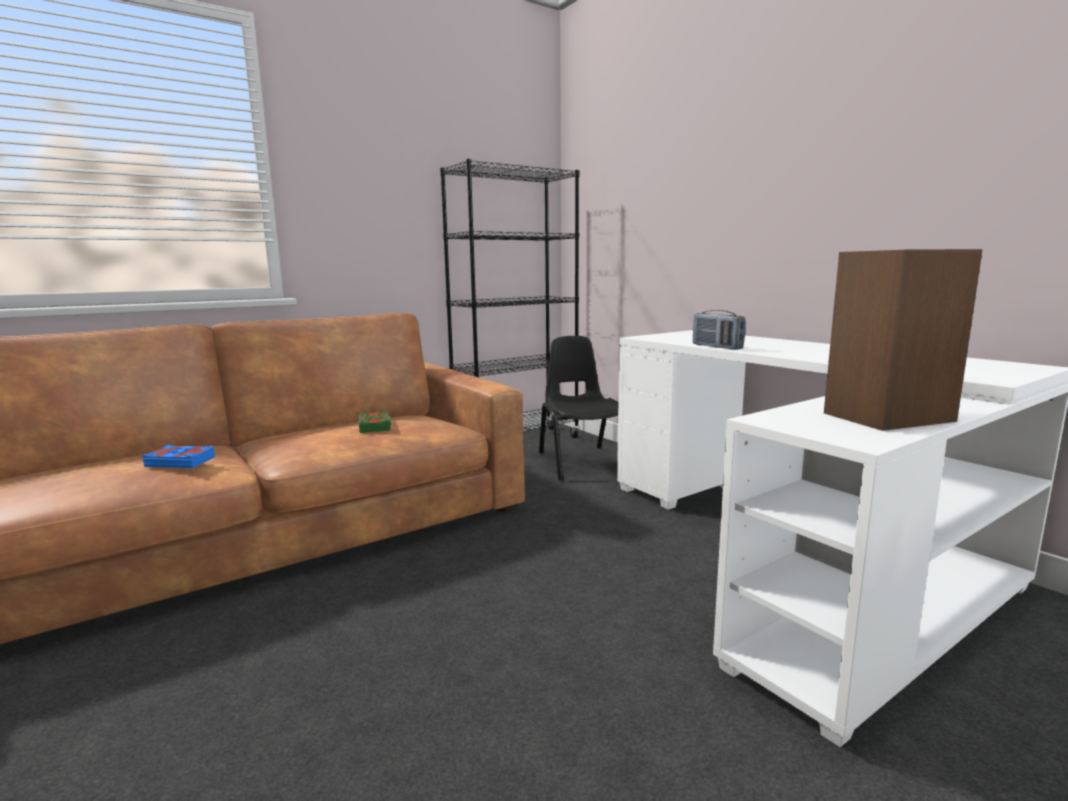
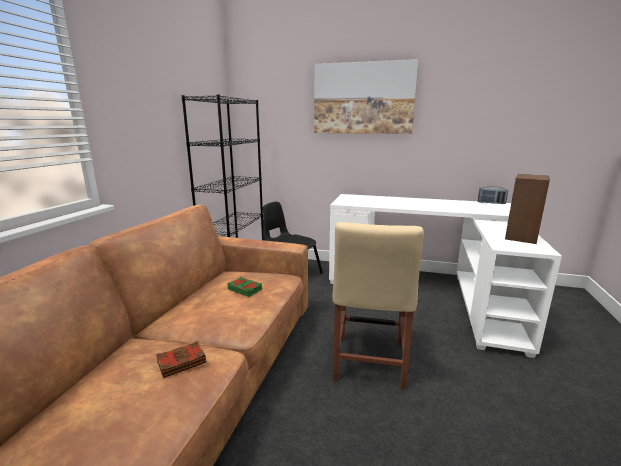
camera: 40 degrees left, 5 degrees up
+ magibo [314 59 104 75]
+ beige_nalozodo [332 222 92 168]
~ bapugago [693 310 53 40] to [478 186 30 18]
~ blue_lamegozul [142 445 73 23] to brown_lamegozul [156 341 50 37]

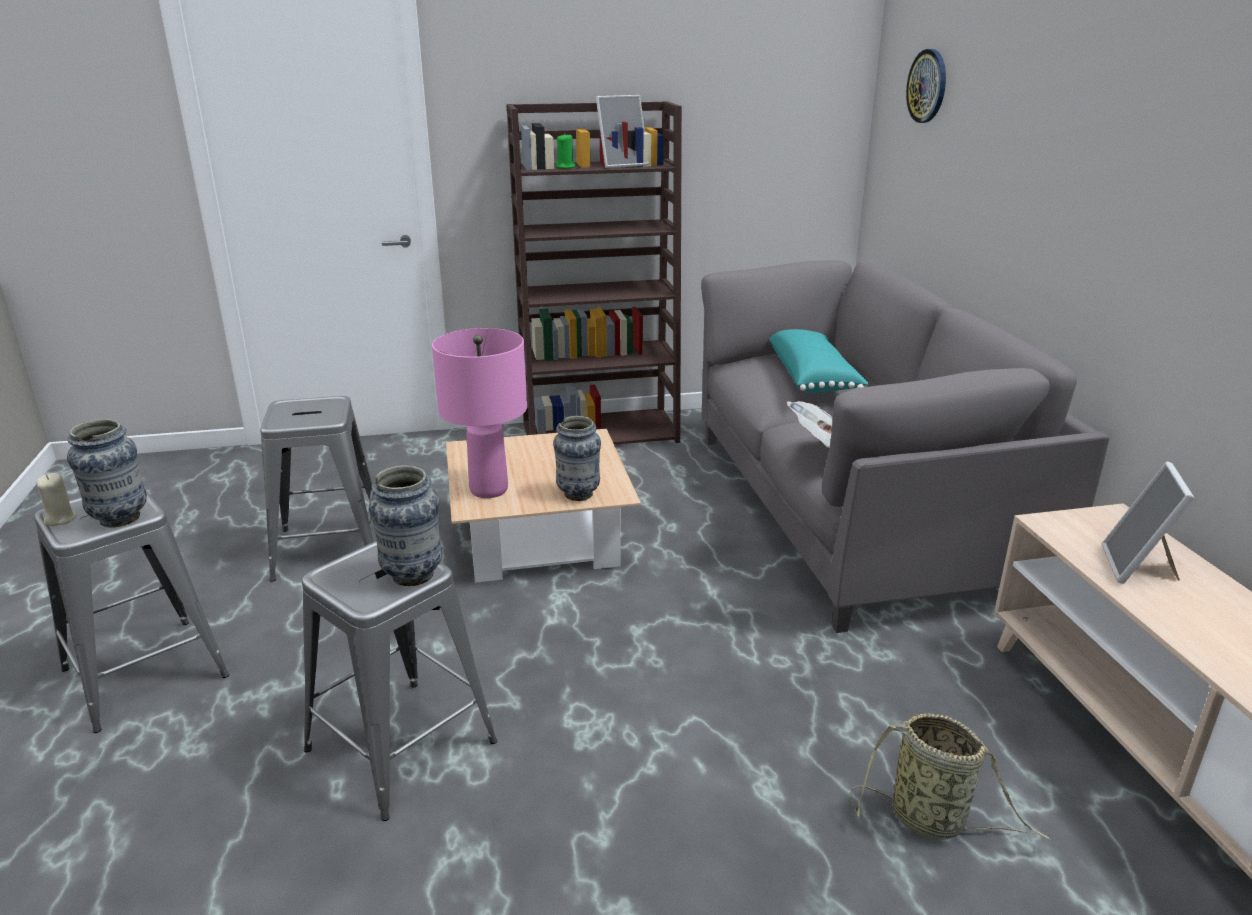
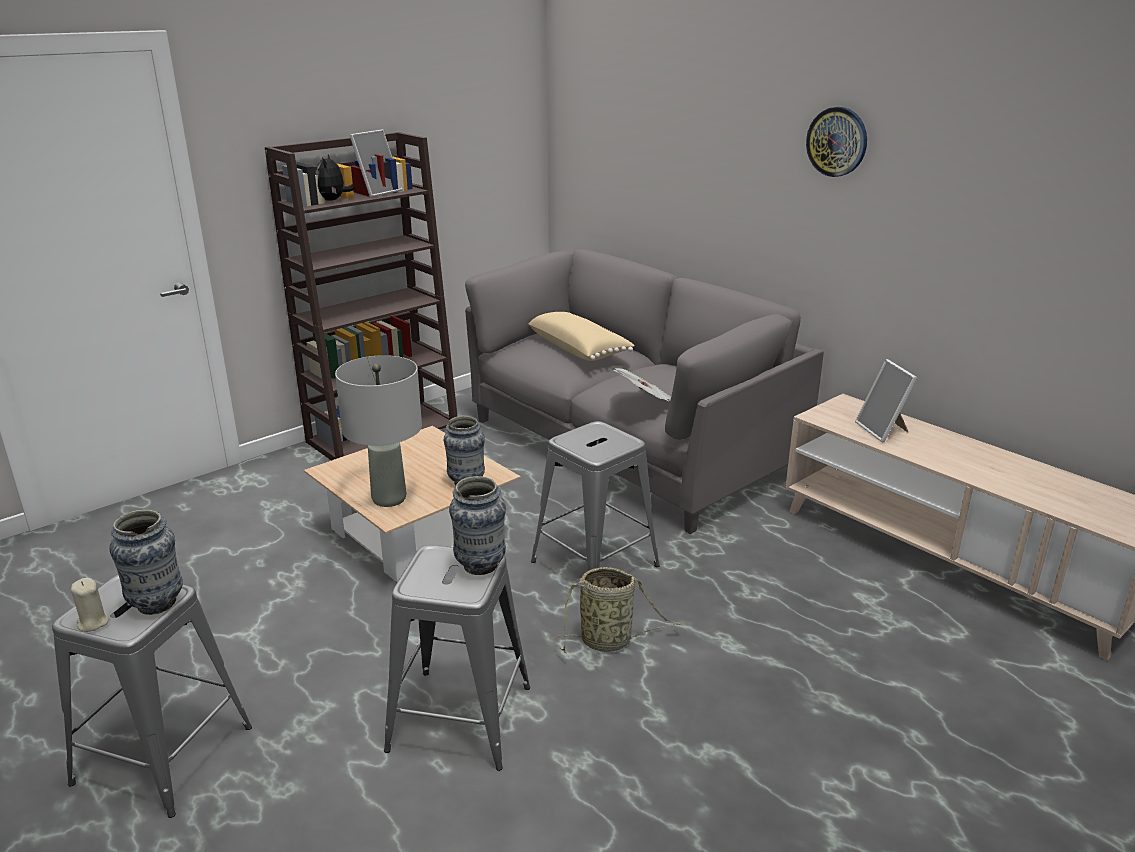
camera: 30 degrees left, 0 degrees up
~ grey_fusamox [260 396 114 186] to [531 421 129 150]
~ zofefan [850 713 201 127] to [554 567 128 86]
~ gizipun [906 49 40 74] to [806 107 61 70]
~ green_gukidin [555 133 20 35] to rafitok [315 154 40 47]
~ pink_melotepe [432 328 95 170] to grey_melotepe [335 355 87 152]
~ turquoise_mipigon [769 329 100 64] to beige_mipigon [528 312 107 49]

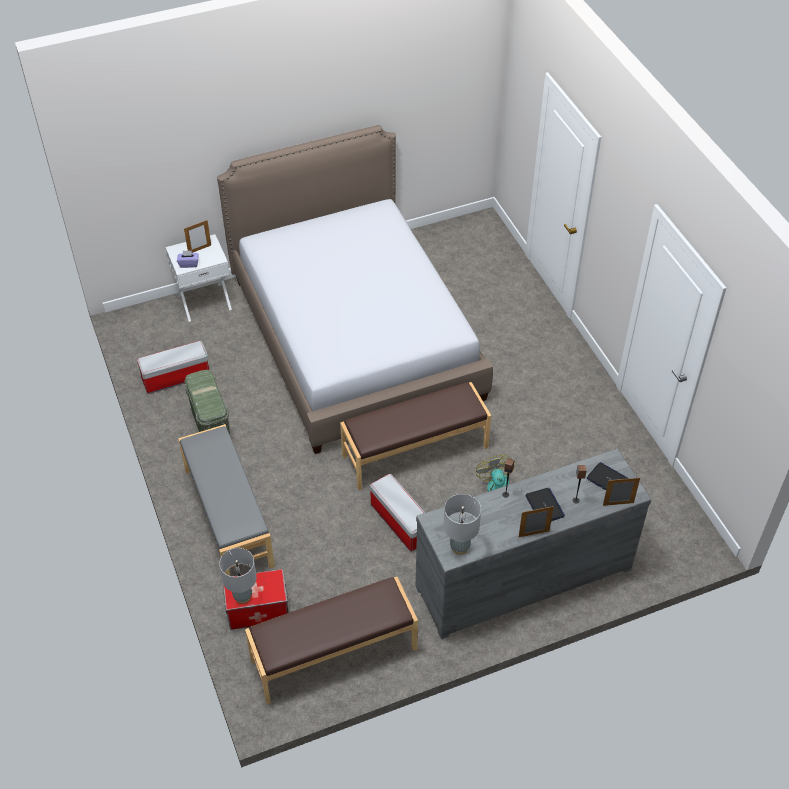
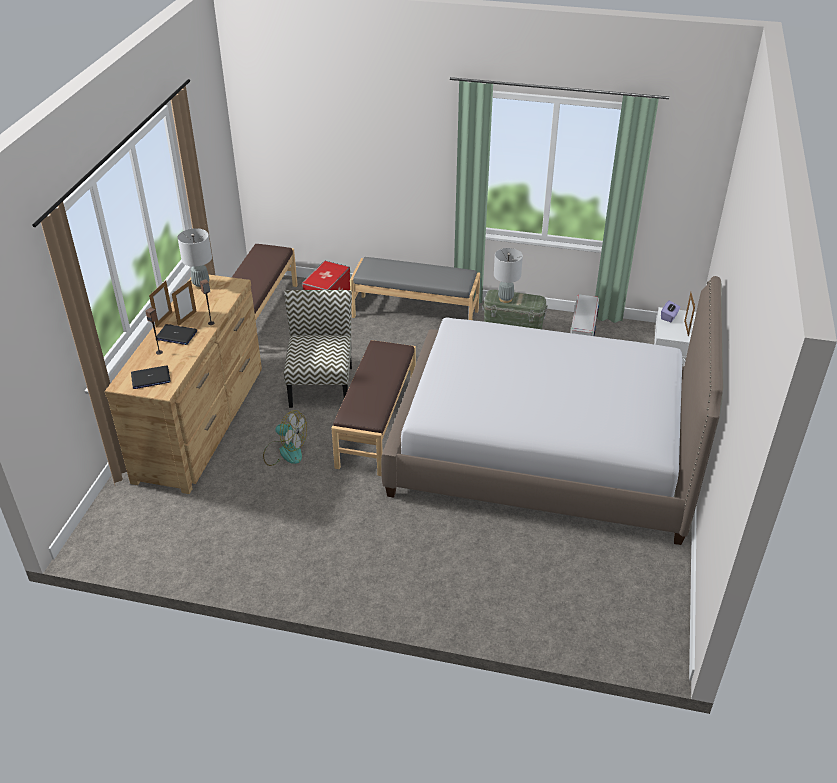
camera: 125 degrees right, 10 degrees down
~ grey_melotepe [219 548 38 56] to [494 248 29 55]
~ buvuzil [603 478 37 28] to [172 280 25 46]
~ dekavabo [370 474 55 78] to nalozodo [284 290 68 118]
~ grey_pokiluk [416 449 236 190] to brown_pokiluk [105 274 157 220]

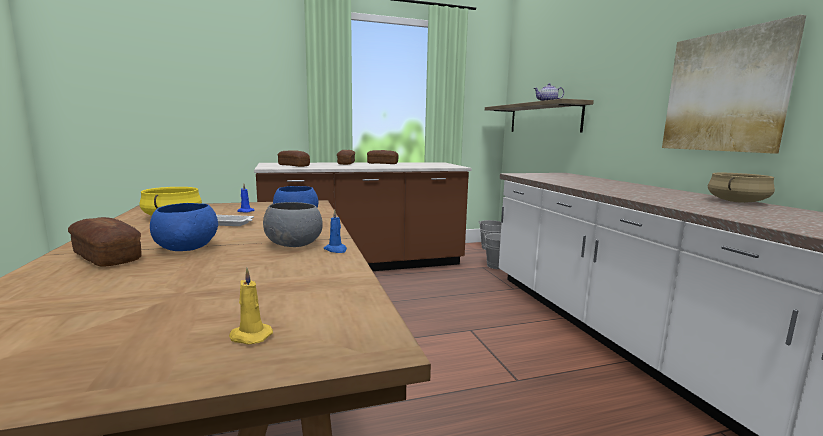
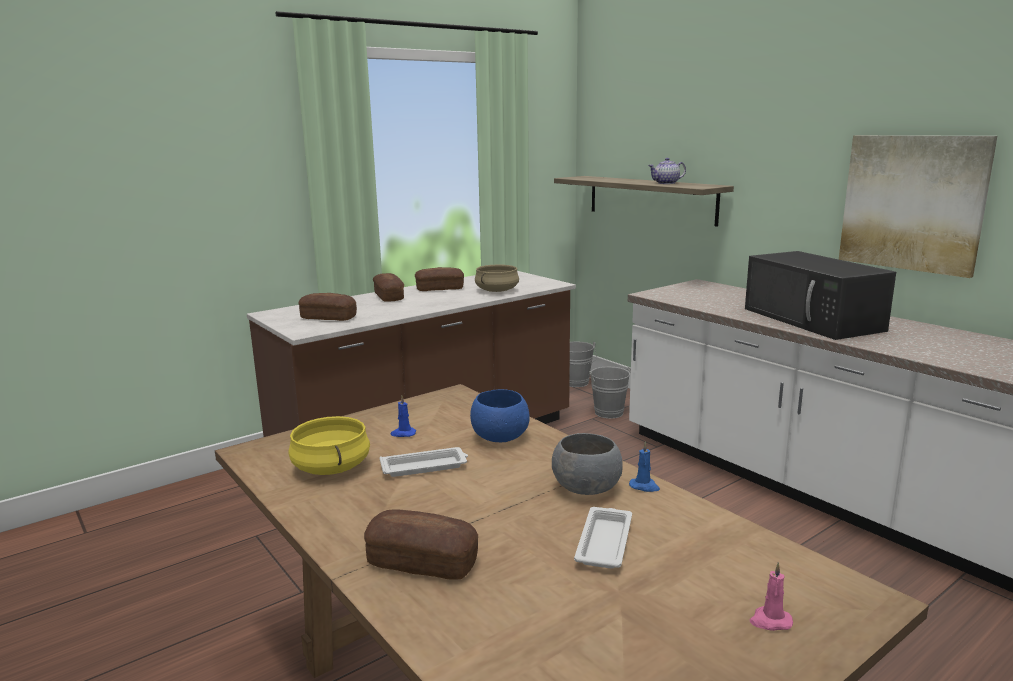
camera: 20 degrees left, 5 degrees up
- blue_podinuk [150 203 68 48]
+ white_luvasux [574 507 58 62]
+ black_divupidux [745 251 151 89]
~ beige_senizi [708 173 67 30] to [475 265 44 27]
~ yellow_gukidin [229 268 44 76] to pink_gukidin [750 562 43 69]

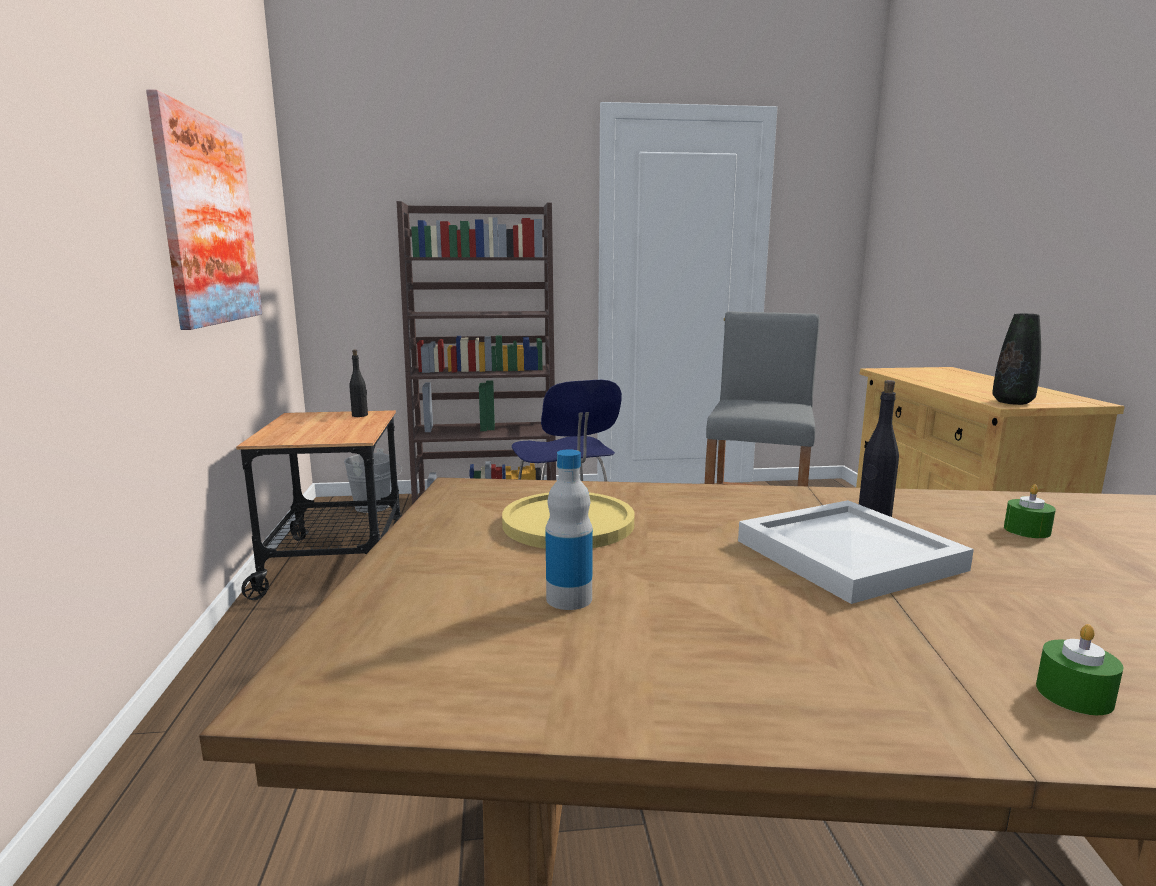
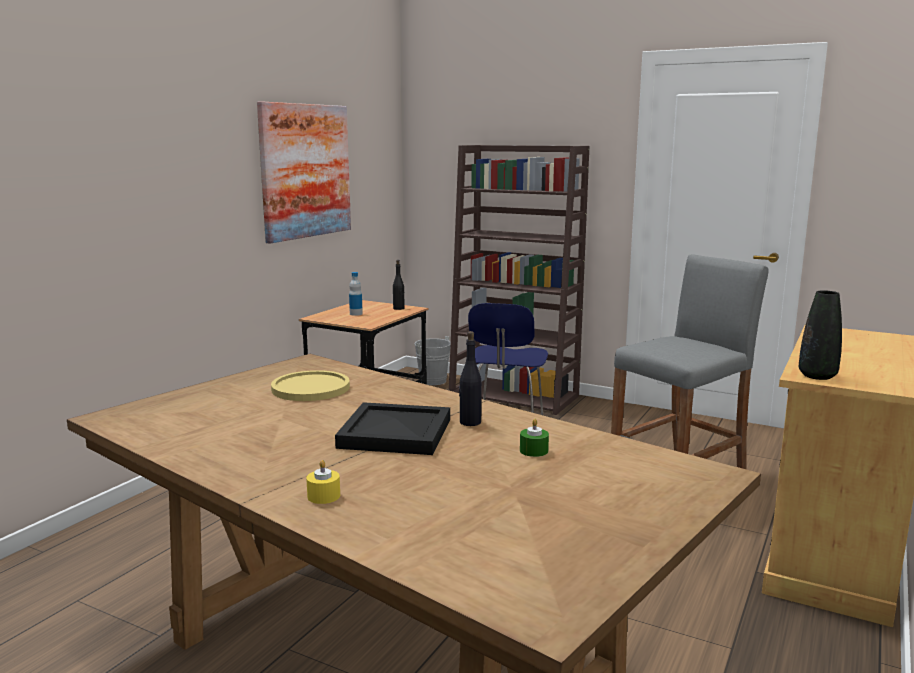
camera: 35 degrees right, 0 degrees up
~ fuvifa [545 450 48 160] to [349 272 14 44]
~ white_luvasux [738 500 236 104] to black_luvasux [335 402 115 53]
~ green_gukidin [1036 624 88 91] to yellow_gukidin [306 460 34 44]

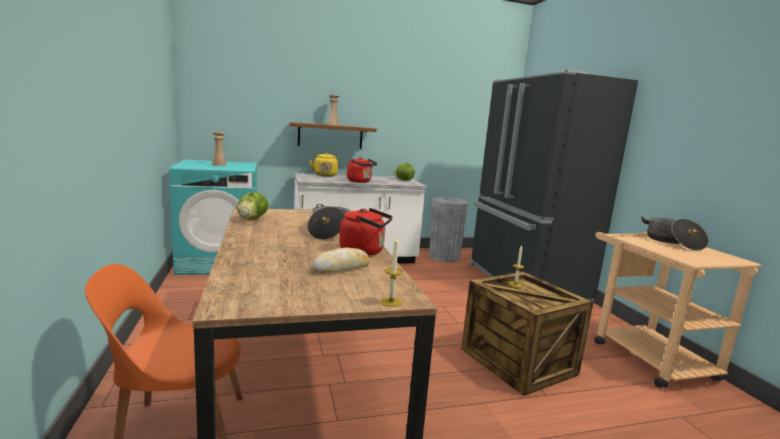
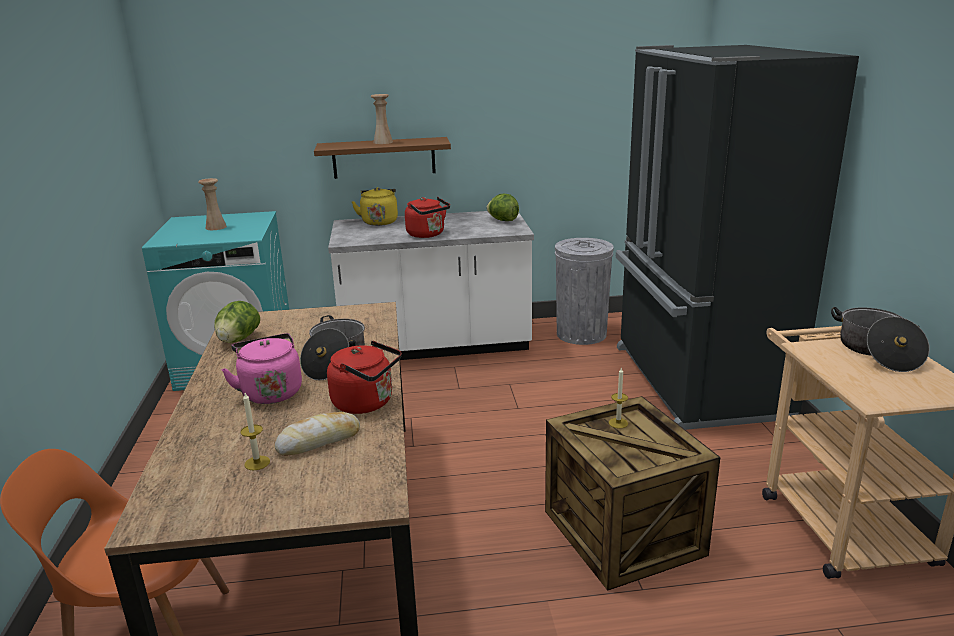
camera: 10 degrees right, 10 degrees up
+ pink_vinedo [221 333 81 71]
~ gukidin [381 236 22 71] to [240 393 30 77]

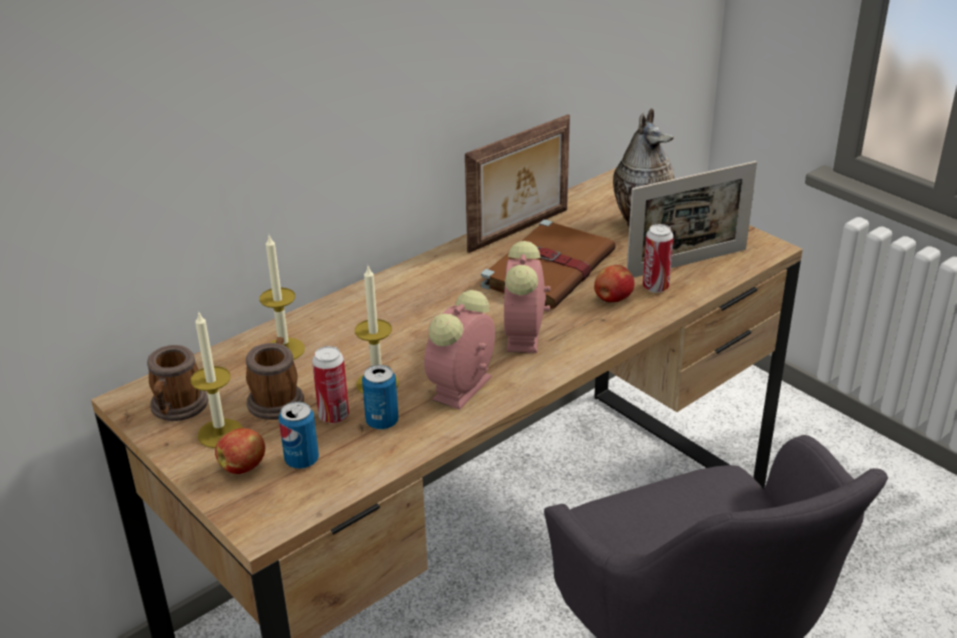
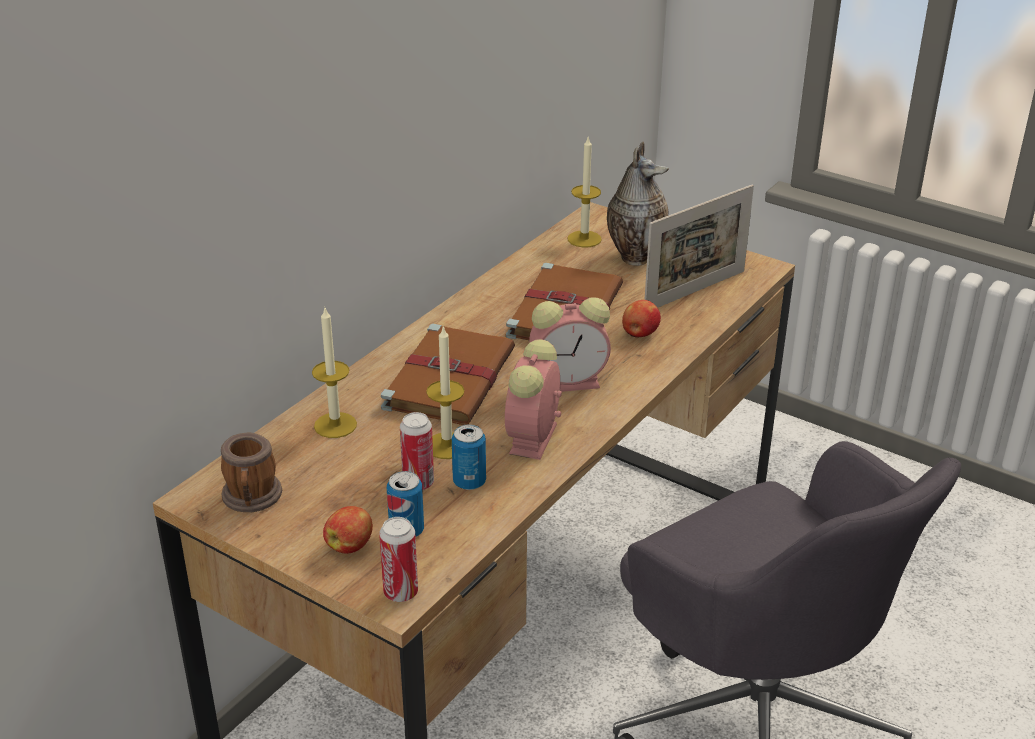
camera: 15 degrees left, 0 degrees up
- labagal [246 337 58 83]
- buvuzil [465 114 105 139]
+ brown_lamegozul [381 324 134 101]
~ gukidin [191 311 52 137] to [567 137 35 110]
~ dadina [643 224 31 69] to [379 517 39 85]
~ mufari [504 241 46 112] = [529 298 82 94] 90 degrees counterclockwise

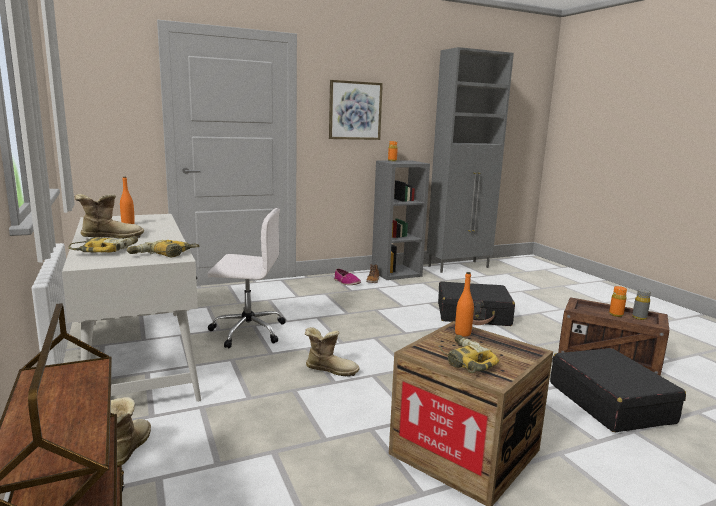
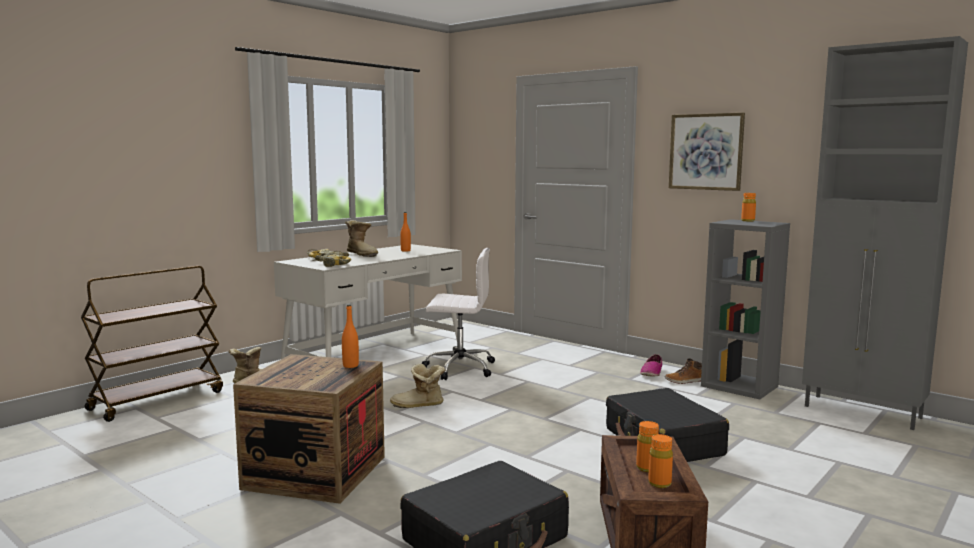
camera: 65 degrees right, 5 degrees down
- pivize [438 335 61 38]
~ grey_fuvifa [632 289 19 31] to orange_fuvifa [648 434 25 54]
~ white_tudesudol [208 208 78 140] = [422 248 73 132] 60 degrees counterclockwise
~ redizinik [305 327 54 49] = [390 364 55 44] 105 degrees clockwise

